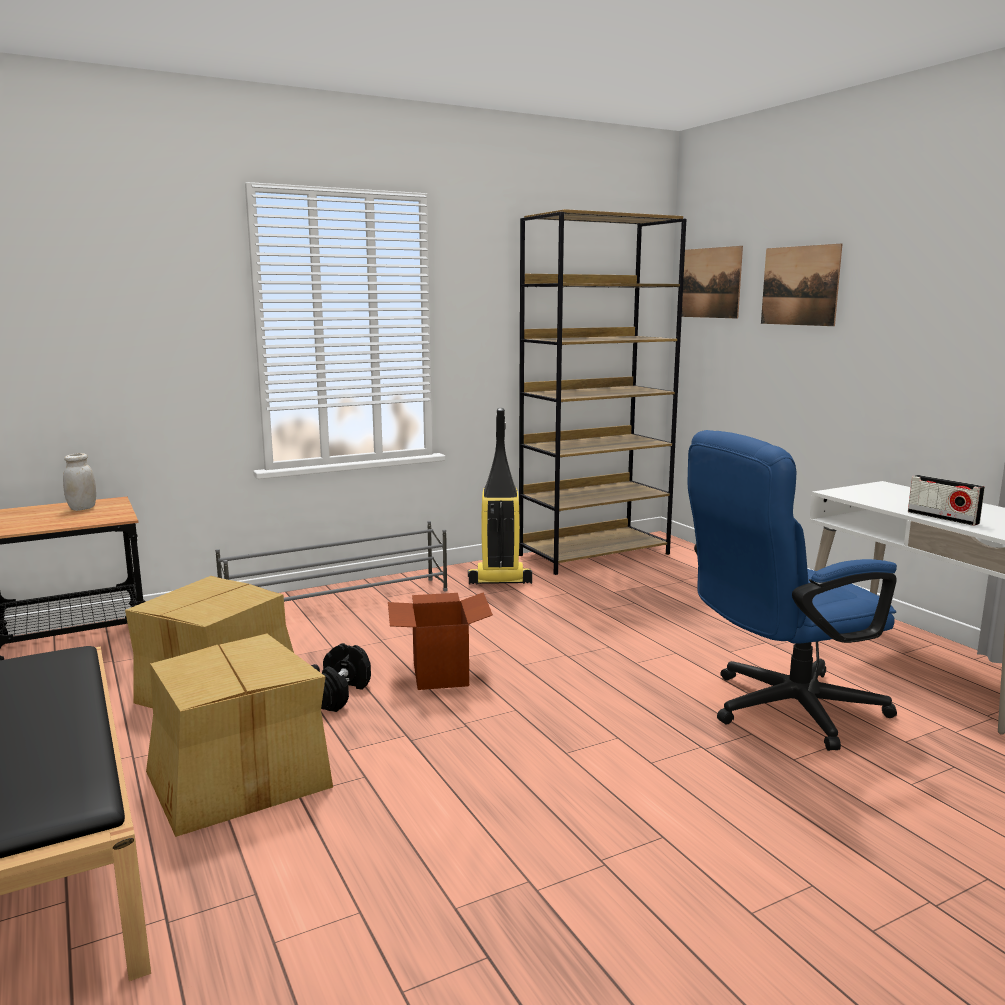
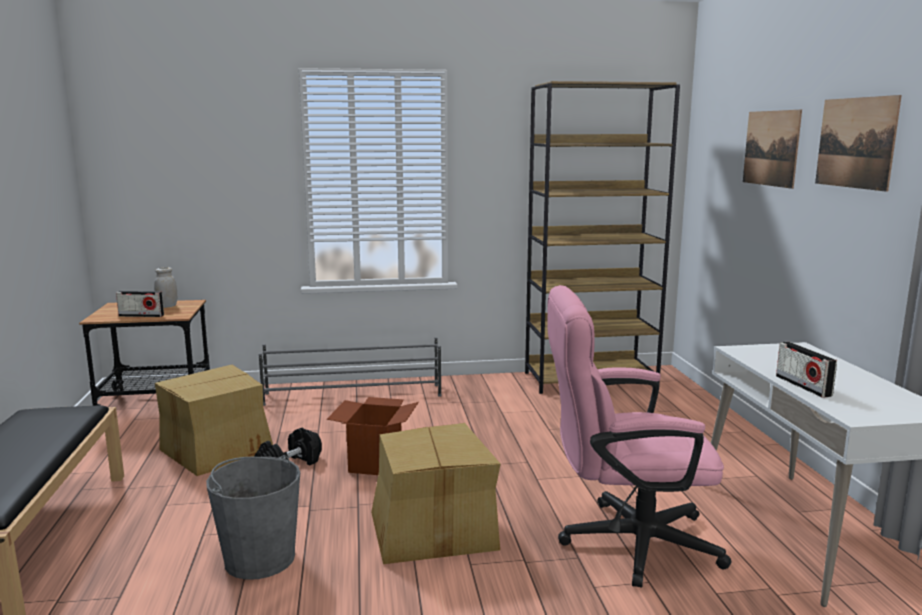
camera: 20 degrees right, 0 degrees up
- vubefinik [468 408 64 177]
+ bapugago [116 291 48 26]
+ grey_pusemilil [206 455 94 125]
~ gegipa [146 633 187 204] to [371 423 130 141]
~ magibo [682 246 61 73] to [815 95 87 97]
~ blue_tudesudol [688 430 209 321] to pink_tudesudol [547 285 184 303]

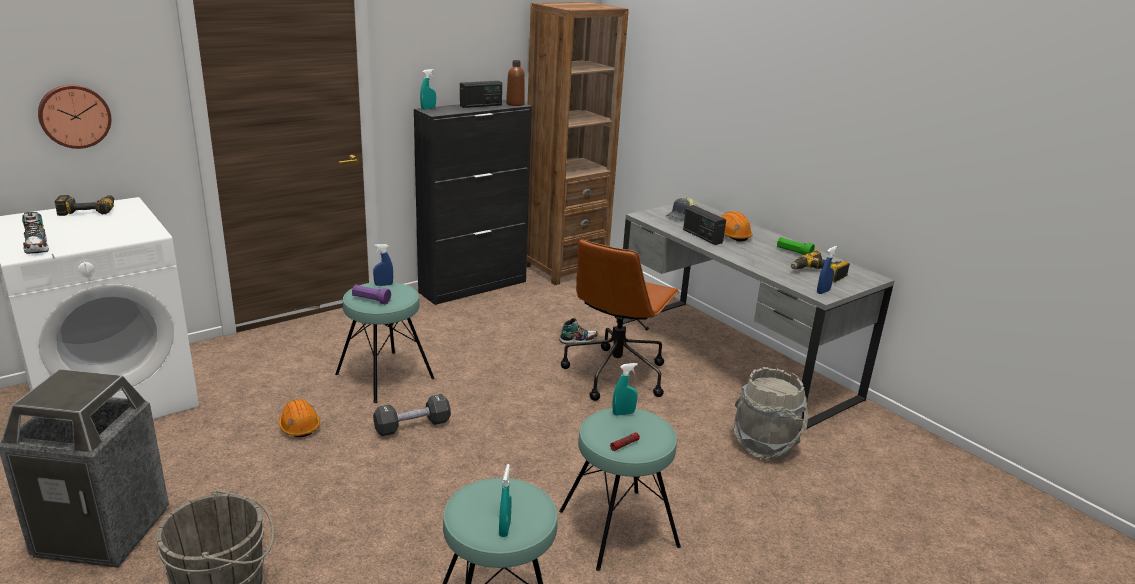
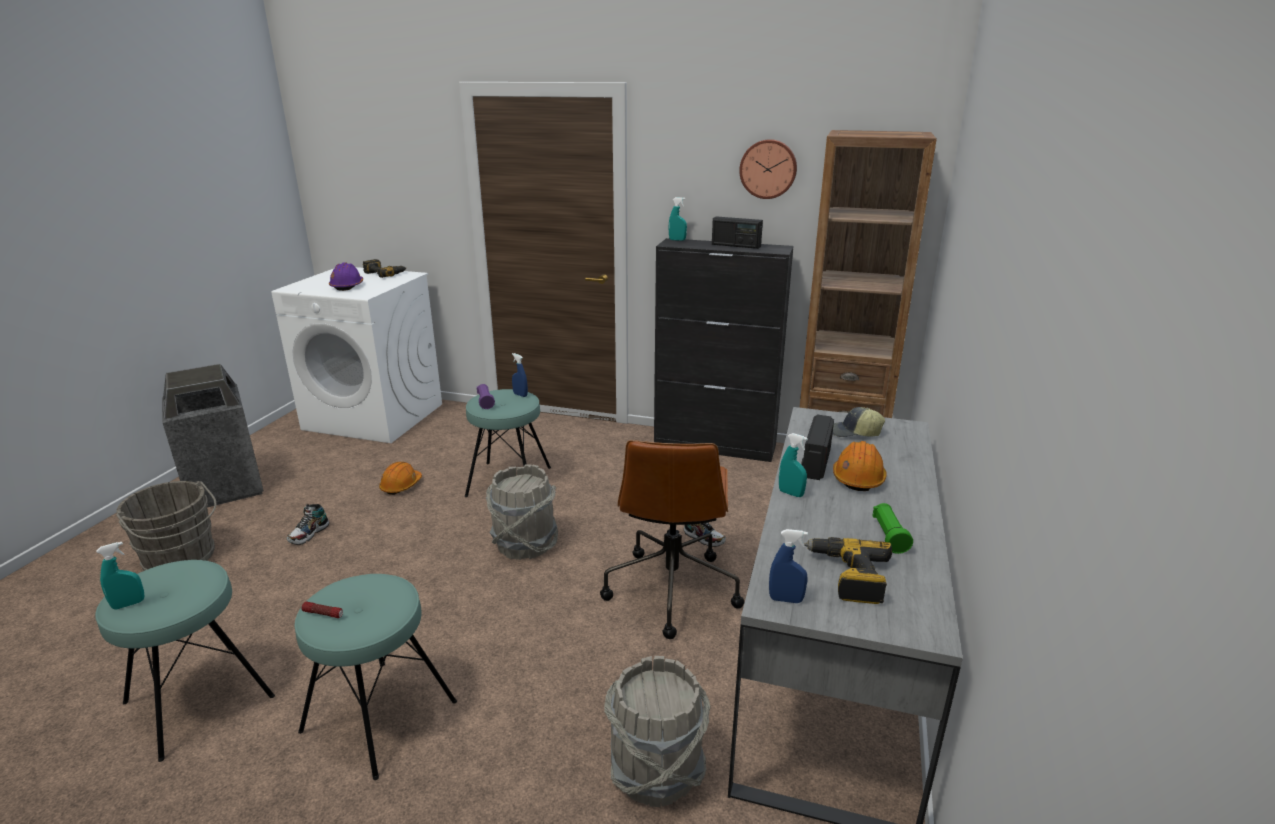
camera: 55 degrees right, 0 degrees up
- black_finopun [373 394 78 42]
- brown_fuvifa [506 60 19 46]
+ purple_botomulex [329 262 34 29]
+ grey_pusemilil [486 464 72 96]
~ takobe [22 212 27 42] to [287 504 42 41]
~ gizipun [38 84 73 65] to [739 139 58 60]
~ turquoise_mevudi [612 363 26 53] to [779 433 29 64]
~ brown_tudesudol [561 239 119 162] = [600 440 144 199] 75 degrees counterclockwise

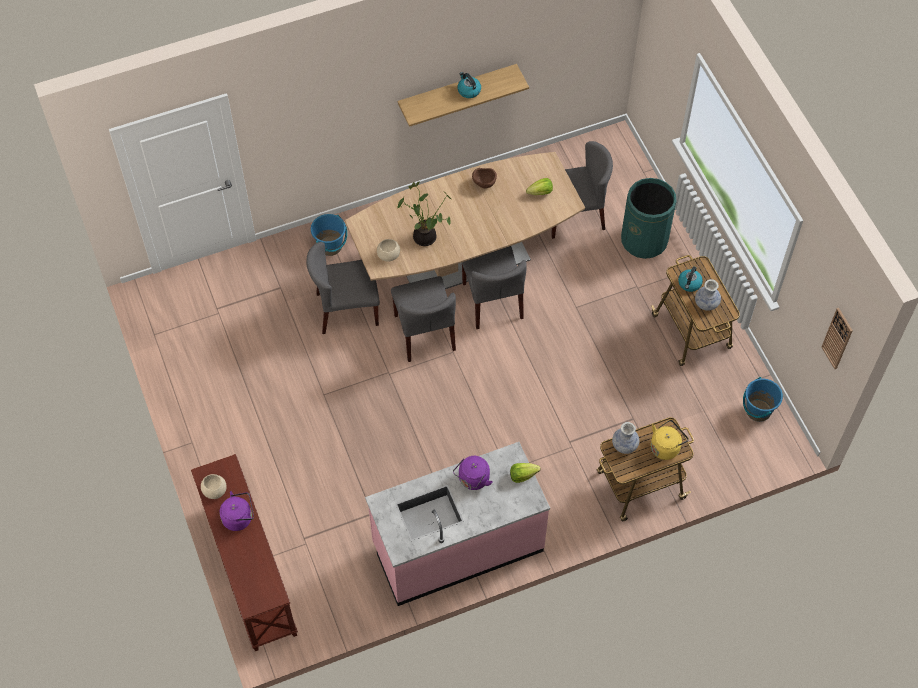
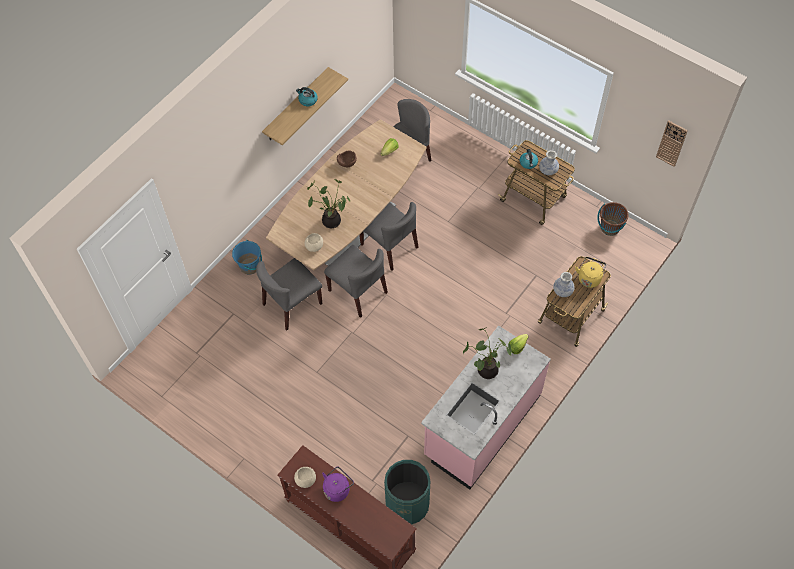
camera: 30 degrees left, 0 degrees up
~ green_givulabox [621 178 56 81] to [384 460 46 64]
~ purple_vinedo [453 456 40 34] to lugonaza [463 327 49 52]
~ blue_pusemilil [743 377 40 45] to brown_pusemilil [597 202 31 34]

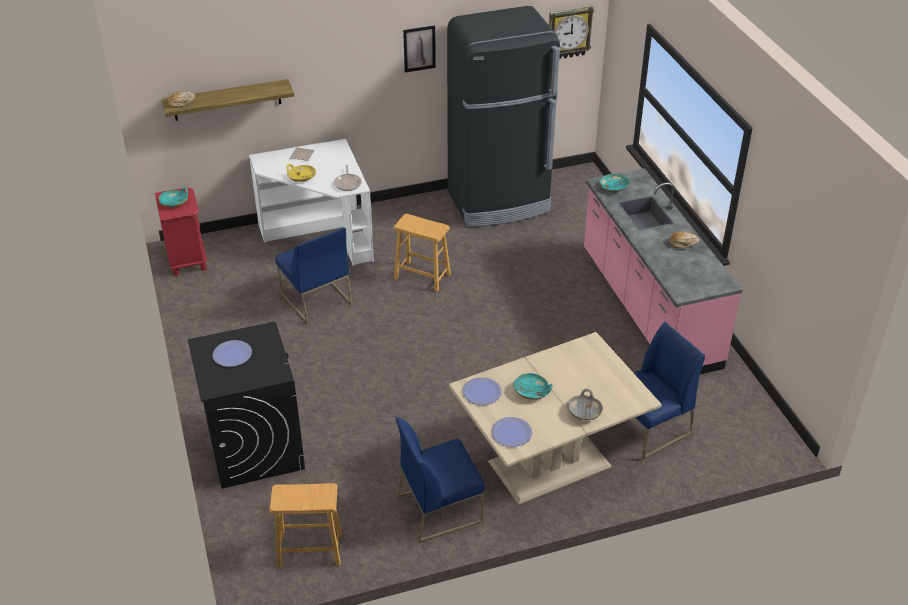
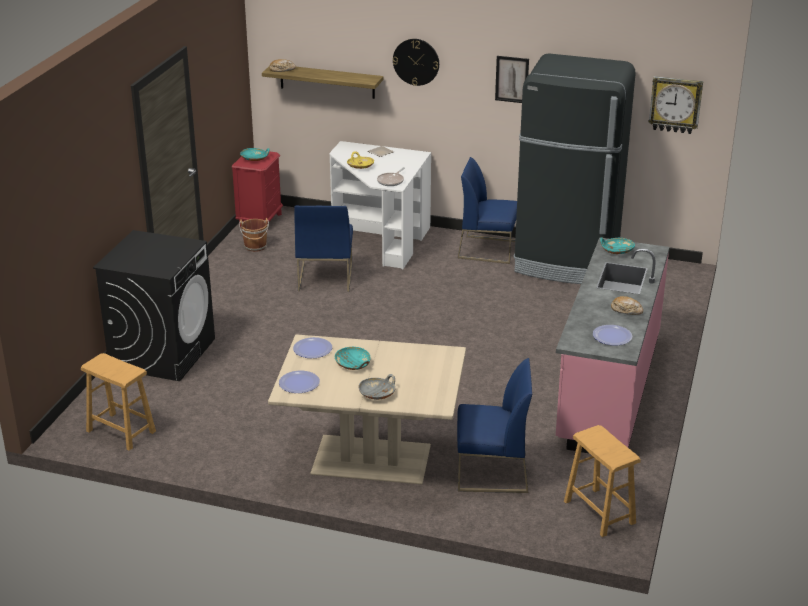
camera: 35 degrees right, 10 degrees down
+ brown_pusemilil [239 218 30 34]
+ gizipun [393 39 46 47]
~ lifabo [212 340 40 27] to [593 325 39 20]
~ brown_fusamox [394 214 57 78] to [564 425 77 112]
~ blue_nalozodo [396 417 89 126] to [458 157 59 107]

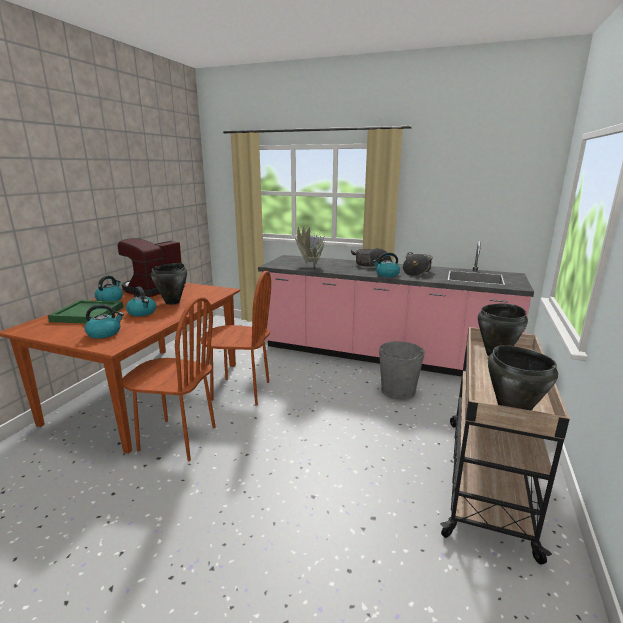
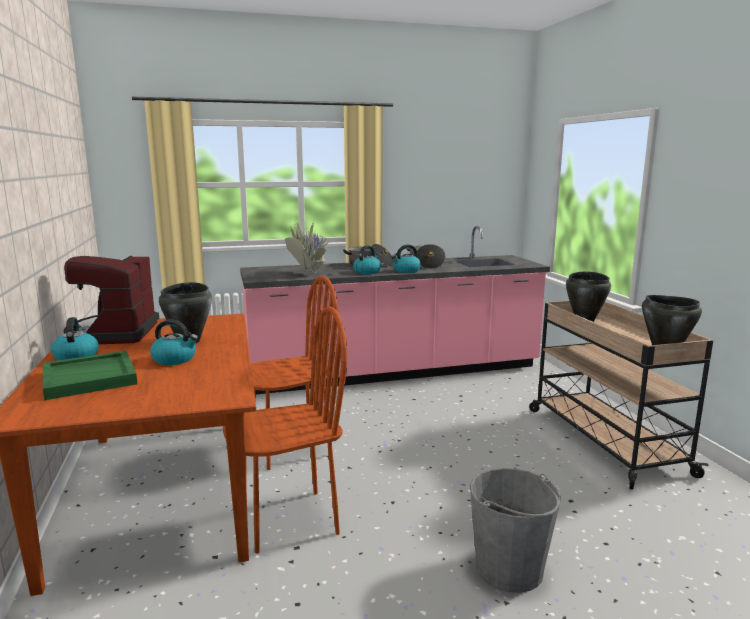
camera: 35 degrees left, 5 degrees down
~ vinedo [85 304 39 35] to [353 245 28 29]
~ grey_pusemilil [379 341 46 59] to [470 468 91 125]

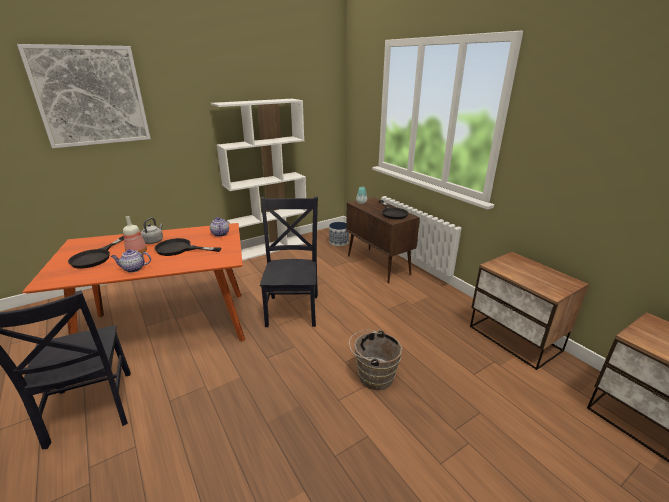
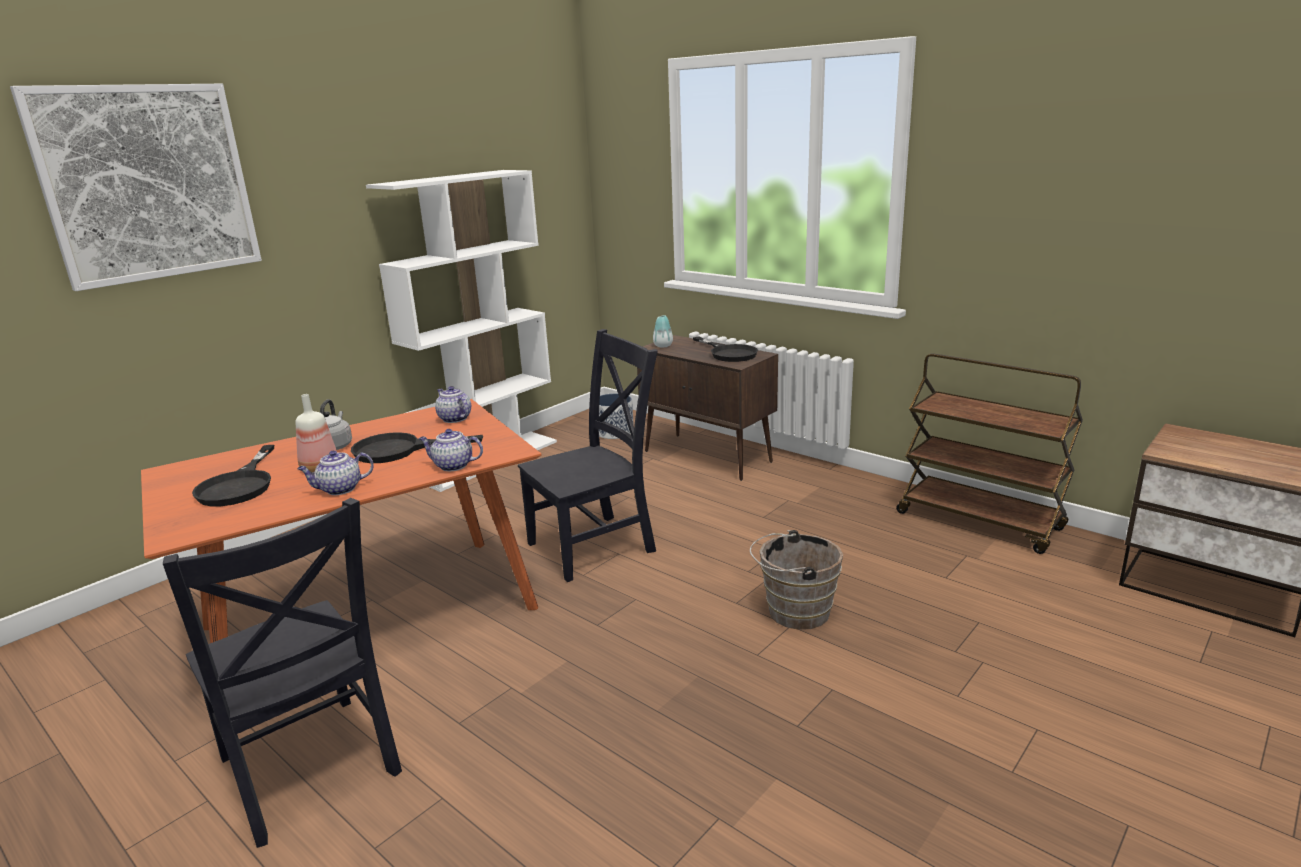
camera: 15 degrees left, 5 degrees down
+ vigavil [419 429 64 42]
~ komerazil [470 252 119 118] to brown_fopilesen [896 353 187 201]
~ black_nalozodo [260 196 58 131] = [518 329 140 253] 75 degrees clockwise

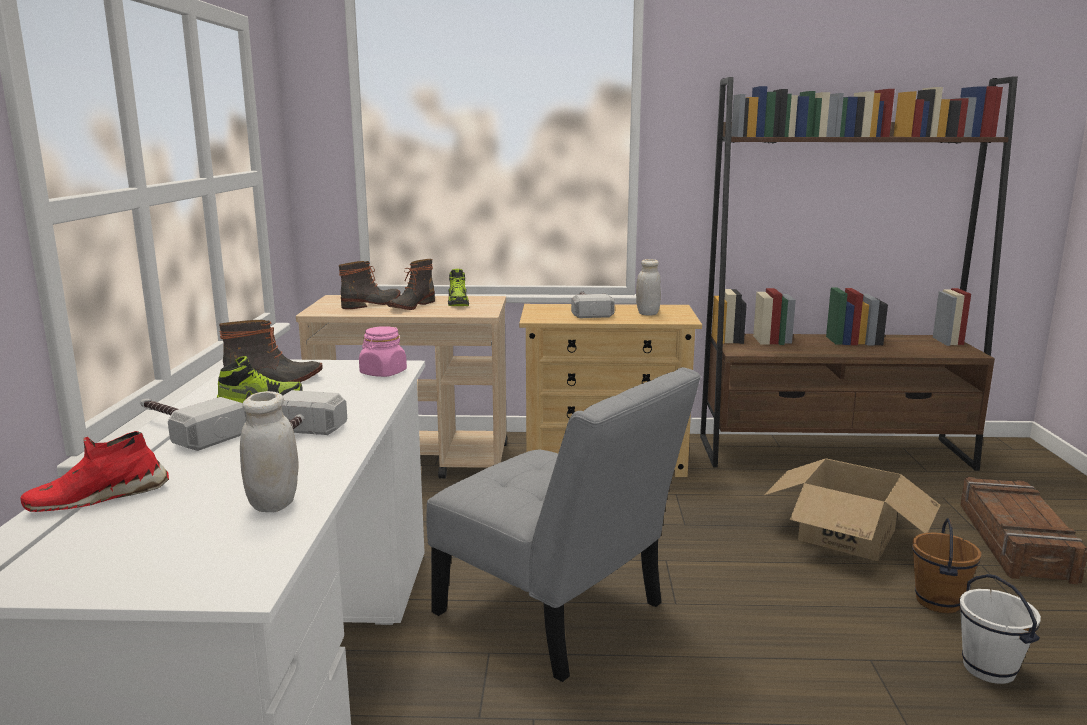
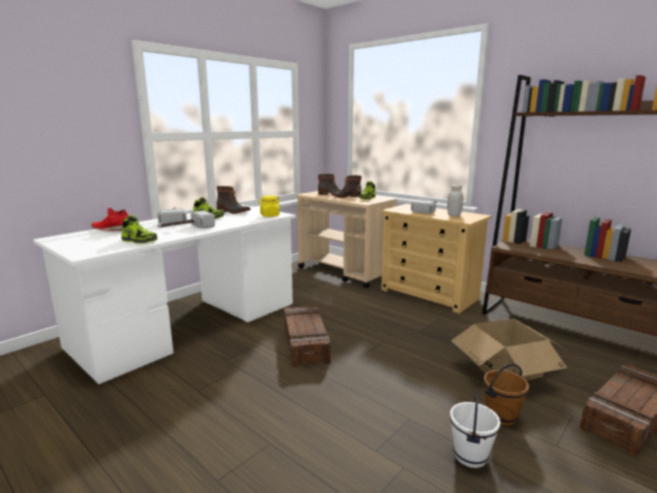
camera: 40 degrees right, 0 degrees up
~ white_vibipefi [240 391 58 121] to takobe [121 215 36 29]
~ grey_nalozodo [426 367 275 315] to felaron [284 305 47 62]
~ pink_vibipefi [359 327 48 50] to yellow_vibipefi [258 195 23 22]

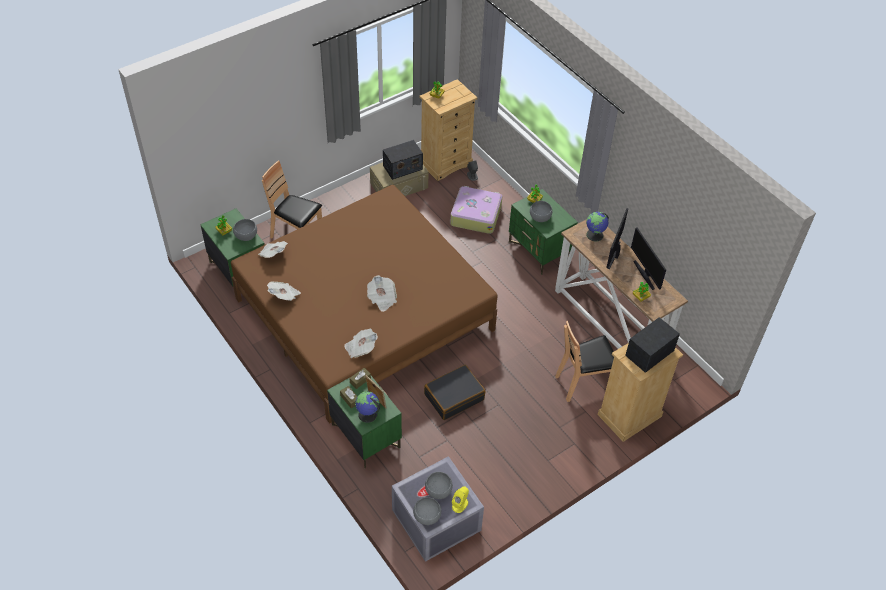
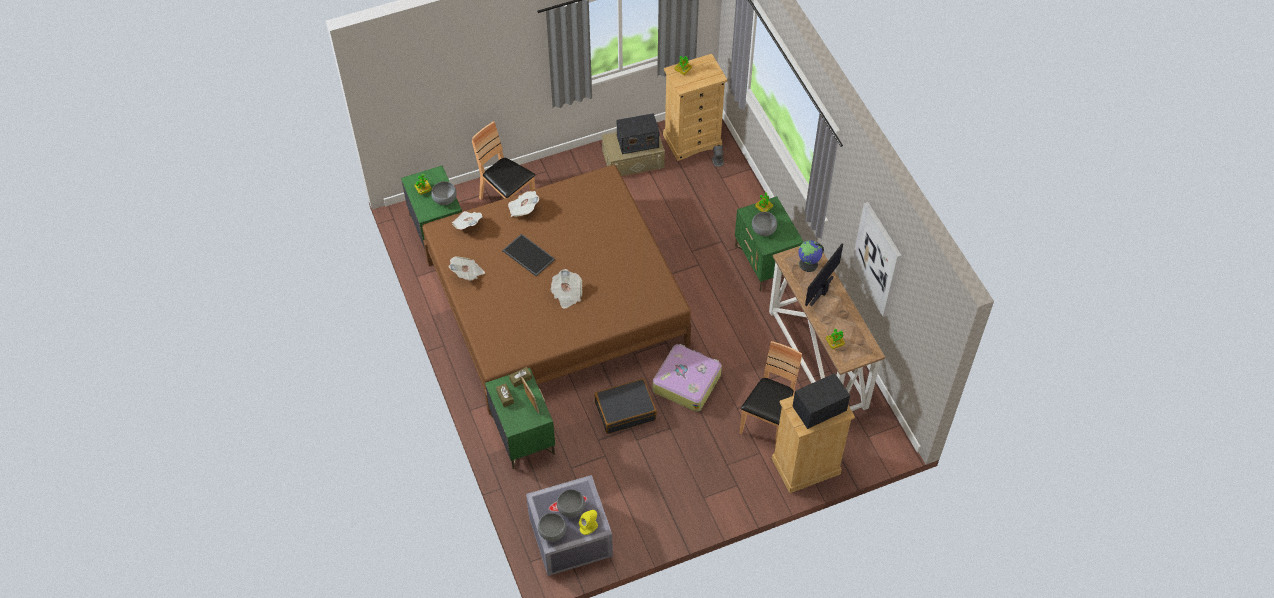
camera: 15 degrees right, 5 degrees up
- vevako [355 391 25 32]
- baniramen [631 227 35 63]
+ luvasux [502 234 53 42]
+ magibo [852 202 50 115]
~ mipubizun [344 329 34 29] to [508 191 31 26]
~ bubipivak [450 186 52 48] to [653 344 69 68]
~ brown_nalozodo [555 321 59 81] = [740 341 62 106] 120 degrees clockwise

